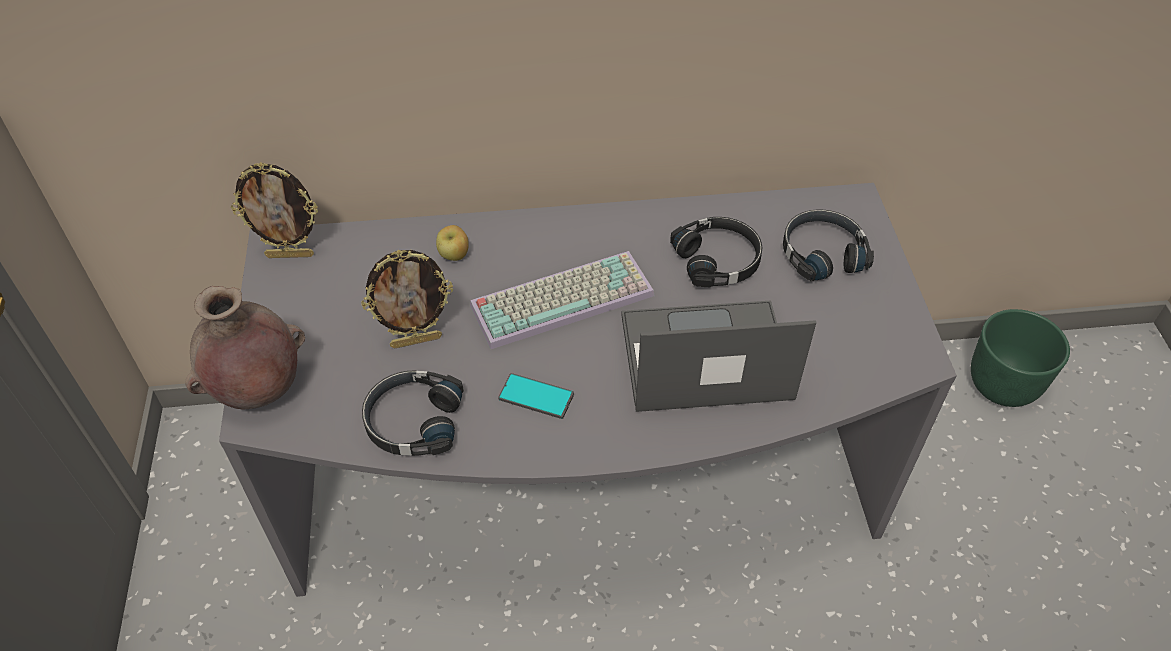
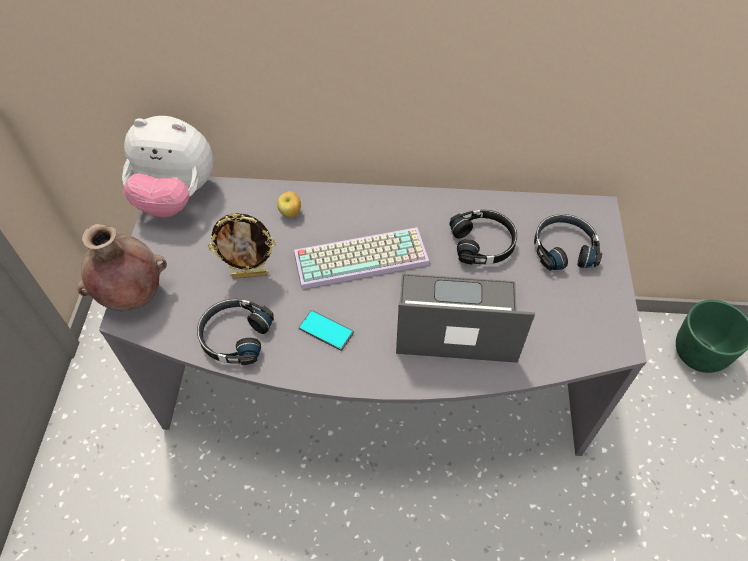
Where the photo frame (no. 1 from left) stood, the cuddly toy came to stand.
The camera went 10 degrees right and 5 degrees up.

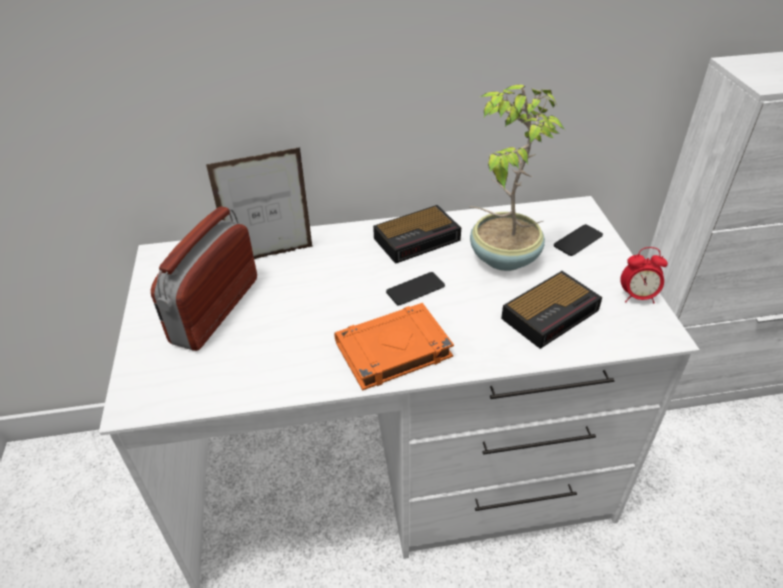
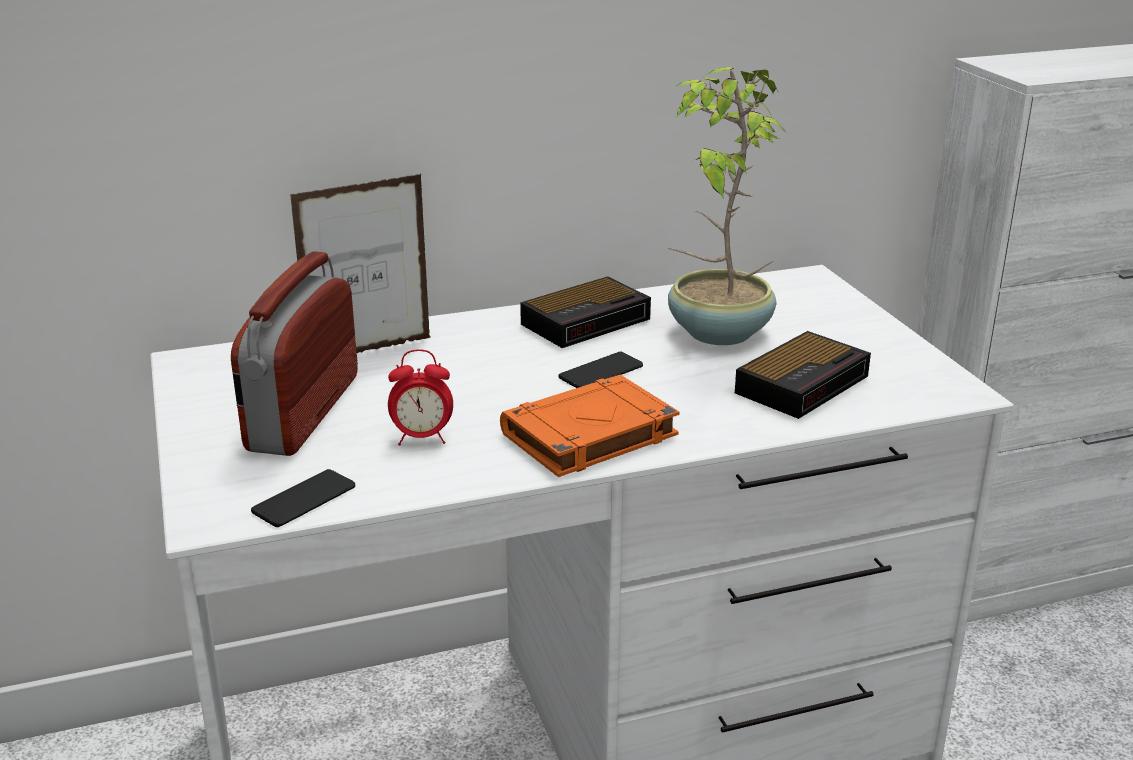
The handset (no. 2 from left in the first image) ended up elsewhere.
The table clock (no. 3 from left in the first image) ended up elsewhere.
The camera went 10 degrees left and 15 degrees down.

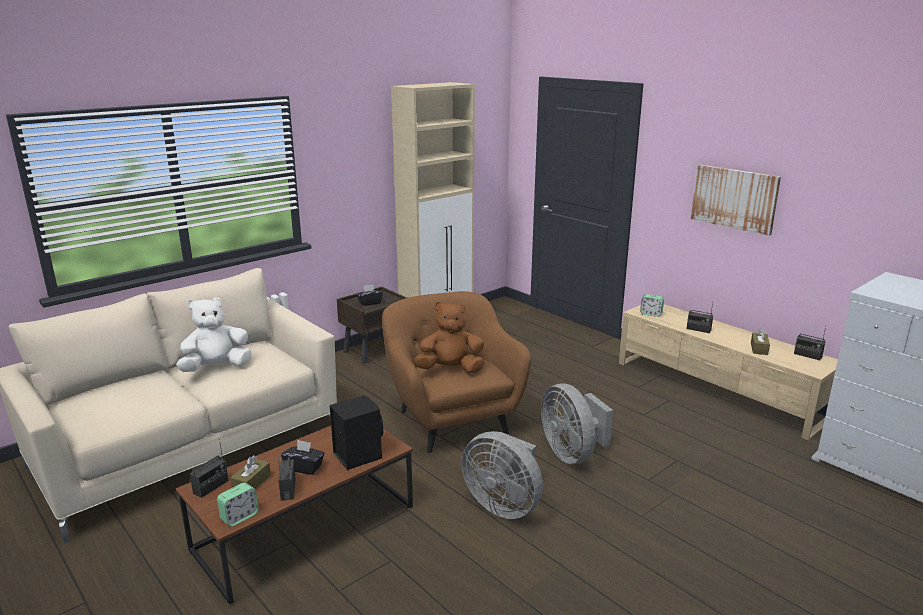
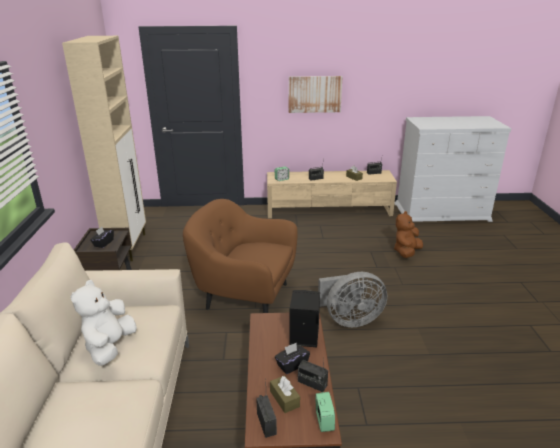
The second view lost the cooling fan (gray) (no. 2 from left).
The cuddly toy (brown) ended up elsewhere.
The camera went 50 degrees left and 5 degrees up.

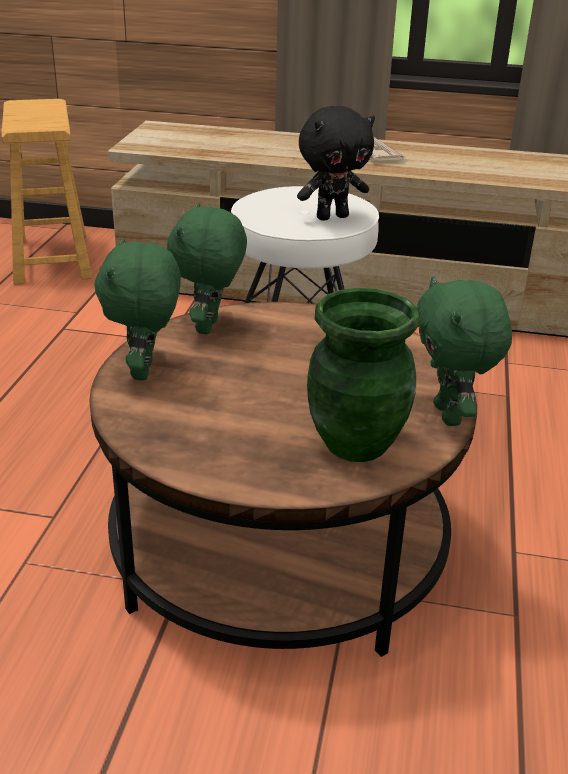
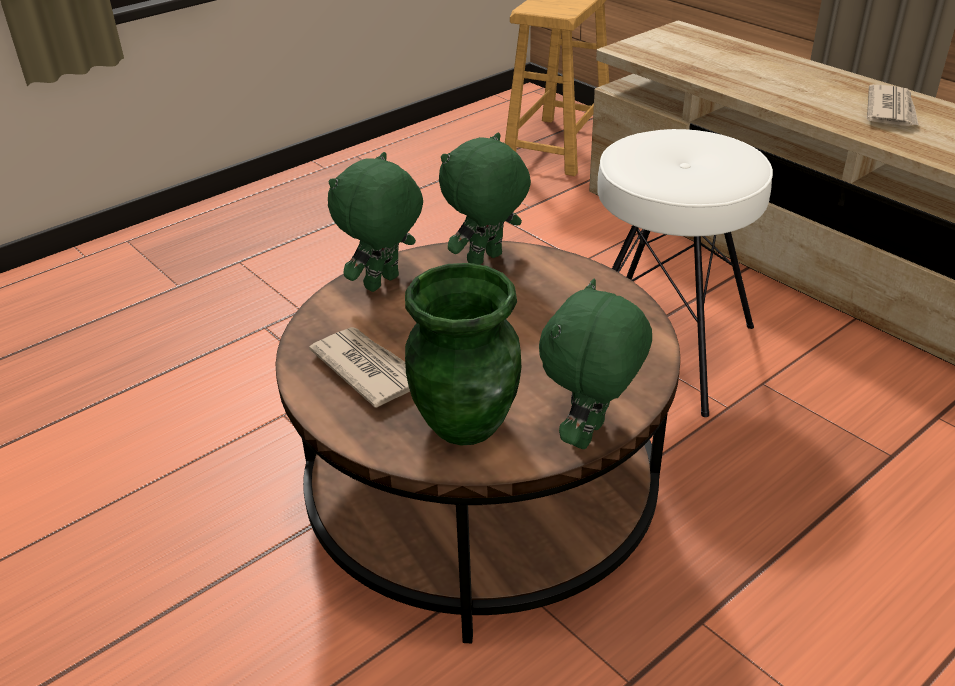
The second view lost the cuddly toy (black-coloured).
The second view gained the newspaper (no. 1 from left).
The camera went 40 degrees right and 5 degrees up.

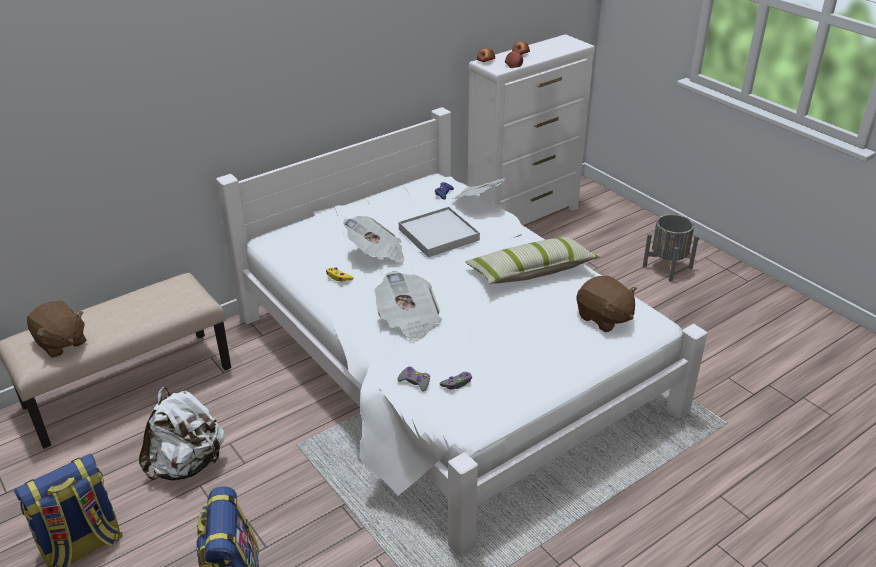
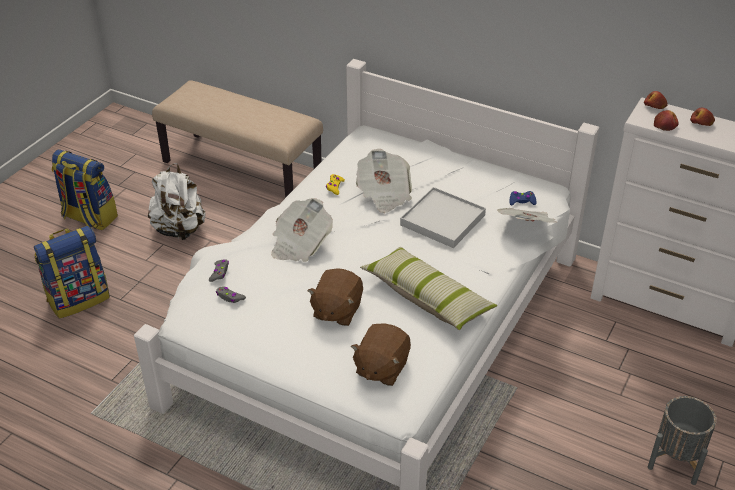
The cuddly toy (brown) (no. 1 from left) ended up elsewhere.
The camera went 65 degrees right and 5 degrees up.

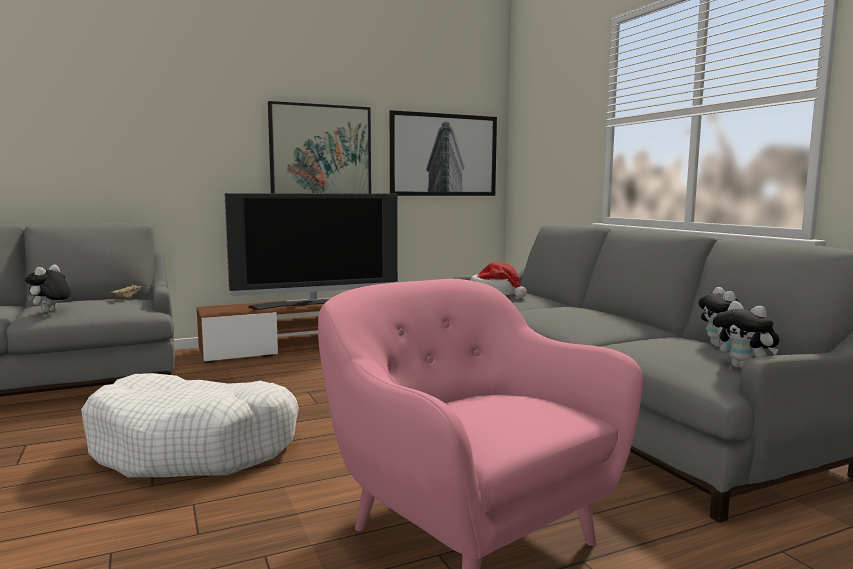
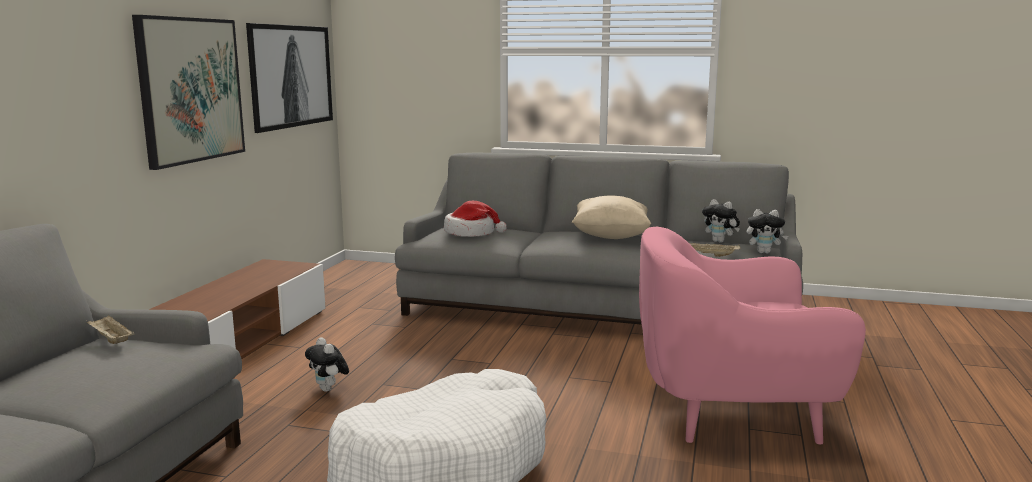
The second view lost the TV.
The second view gained the cushion (sand-coloured).
The second view gained the carrying tray (sand-coloured) (no. 2 from left).
The cuddly toy (no. 1 from left) ended up elsewhere.
The camera went 50 degrees left and 5 degrees up.

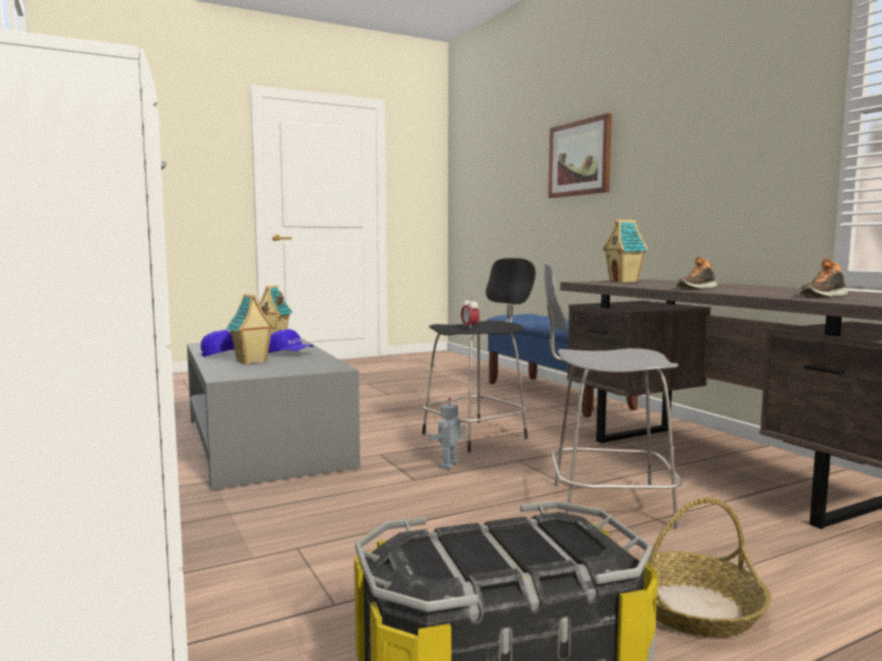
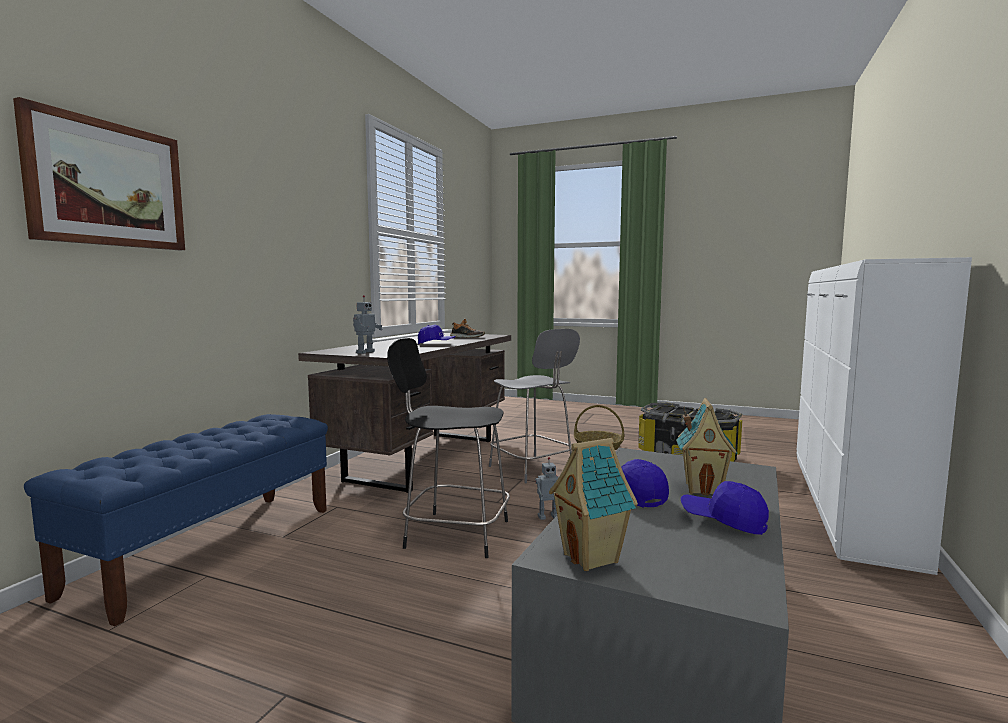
The second view lost the table clock.
Where the toy house (no. 3 from left) stood, the toy robot (no. 1 from left) came to stand.
Where the low shoe (no. 1 from left) stood, the cap (blue) (no. 1 from left) came to stand.
The camera went 130 degrees left and 0 degrees up.

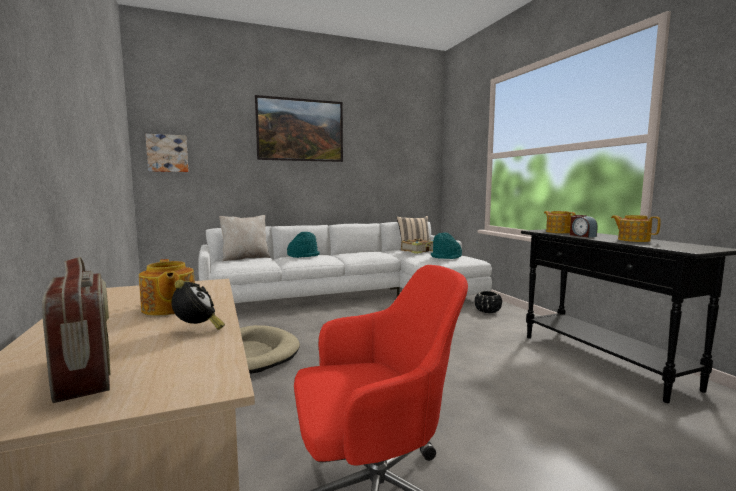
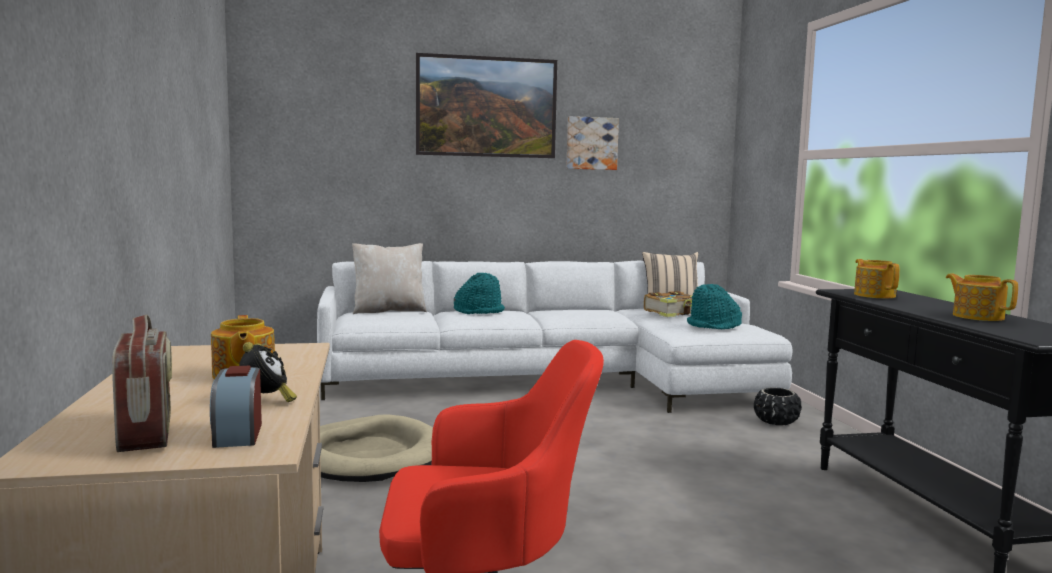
The wall picture (no. 1 from left in the first image) ended up elsewhere.
The table clock (no. 2 from left in the first image) ended up elsewhere.
The camera went 10 degrees right and 0 degrees up.

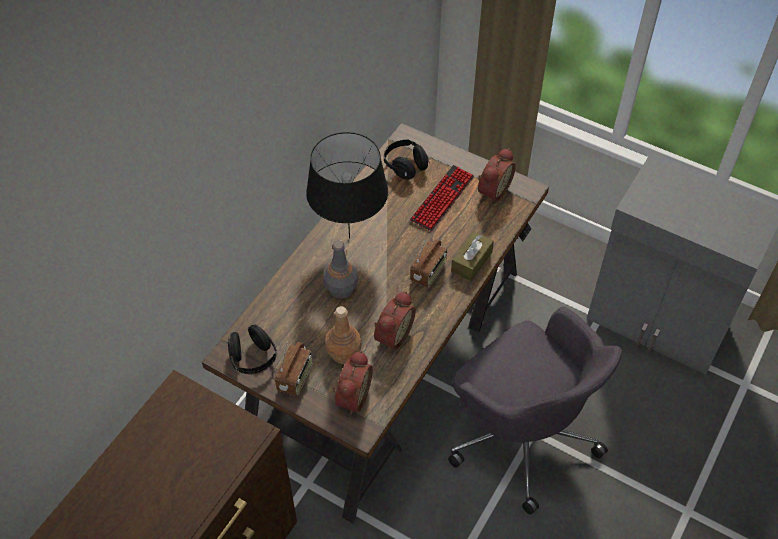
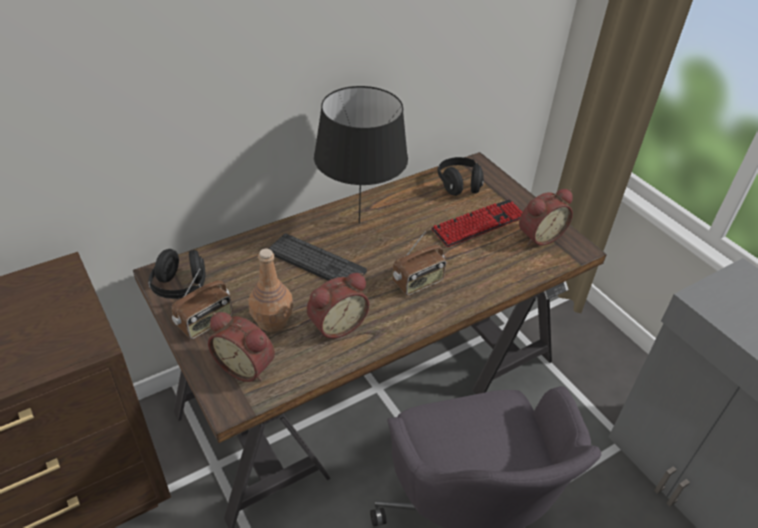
The second view lost the tissue holder (brown).
Where the bottle (gray) stood, the computer keyboard (no. 1 from left) came to stand.
The table clock (no. 1 from left) ended up facing another way, 75 degrees clockwise from before.
The camera went 25 degrees right and 10 degrees down.

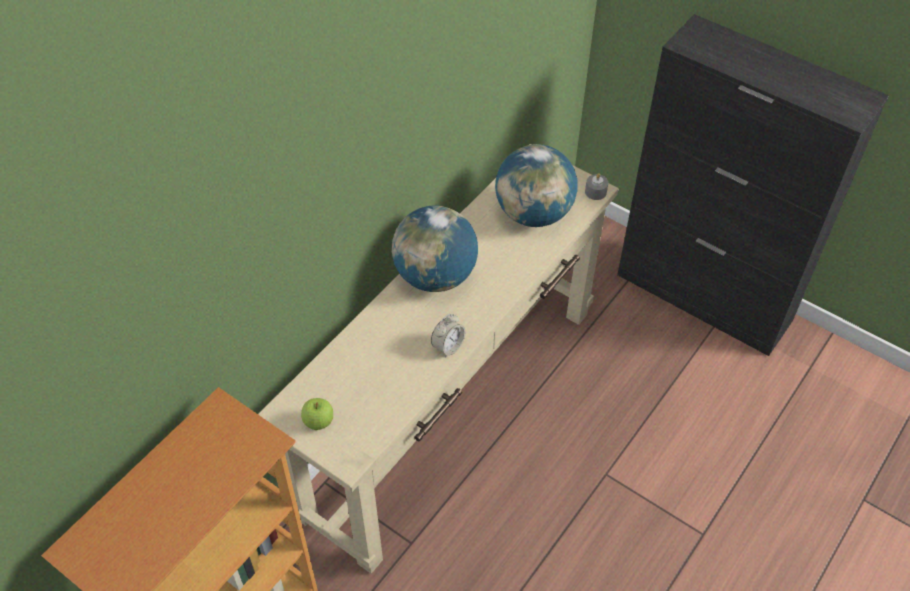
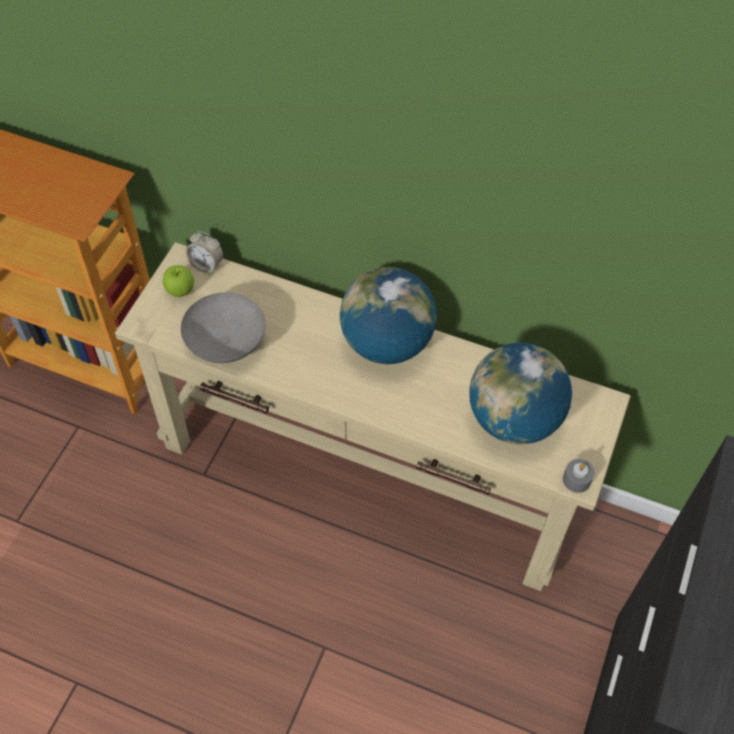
The second view gained the bowl (gray).
The table clock ended up elsewhere.
The camera went 75 degrees right and 5 degrees up.

